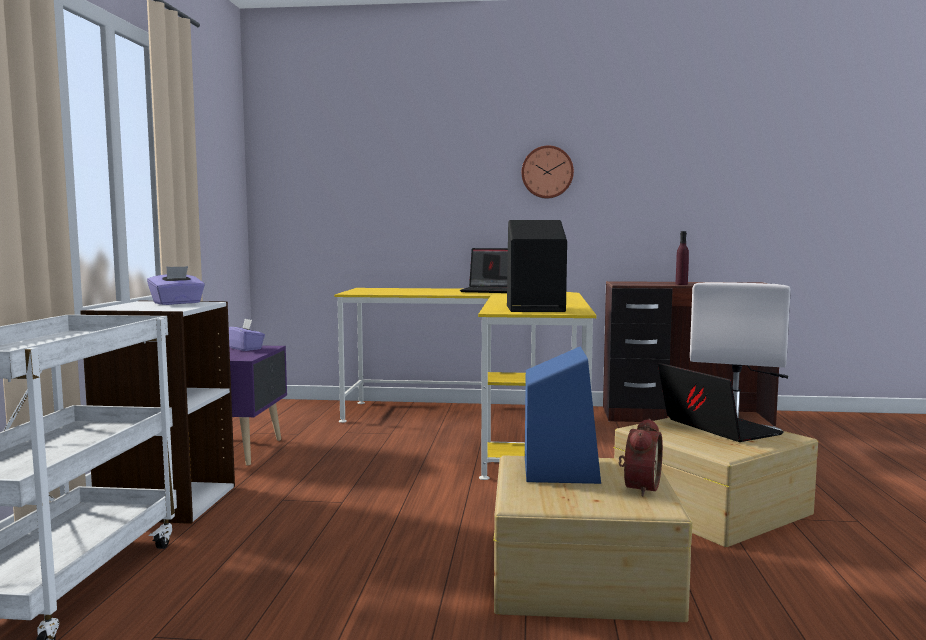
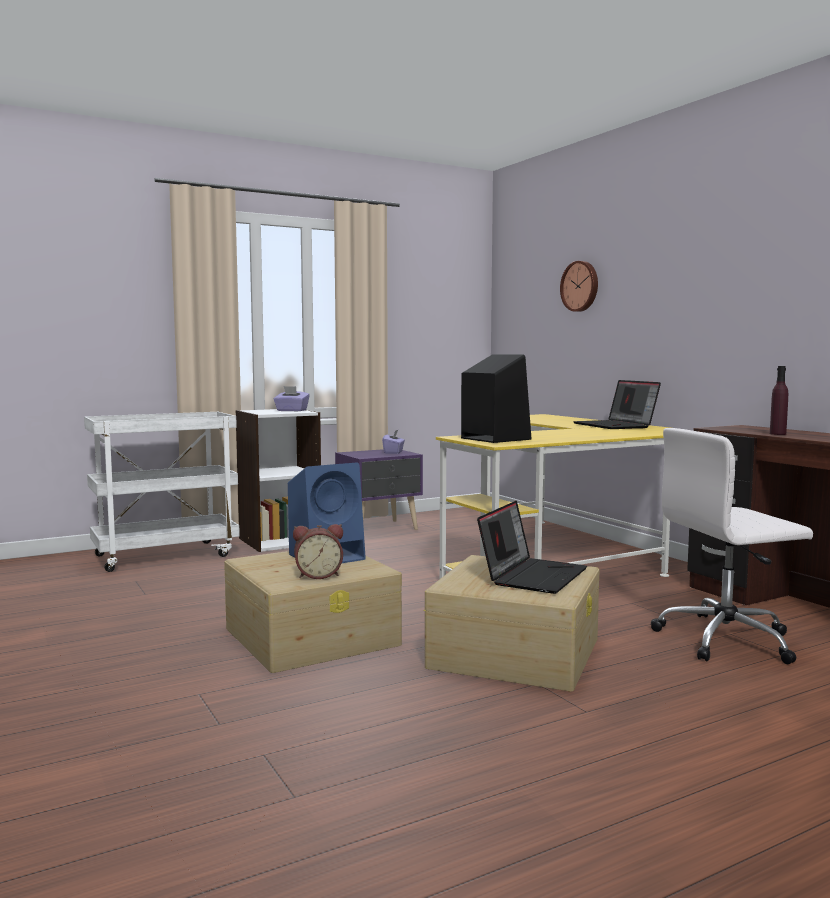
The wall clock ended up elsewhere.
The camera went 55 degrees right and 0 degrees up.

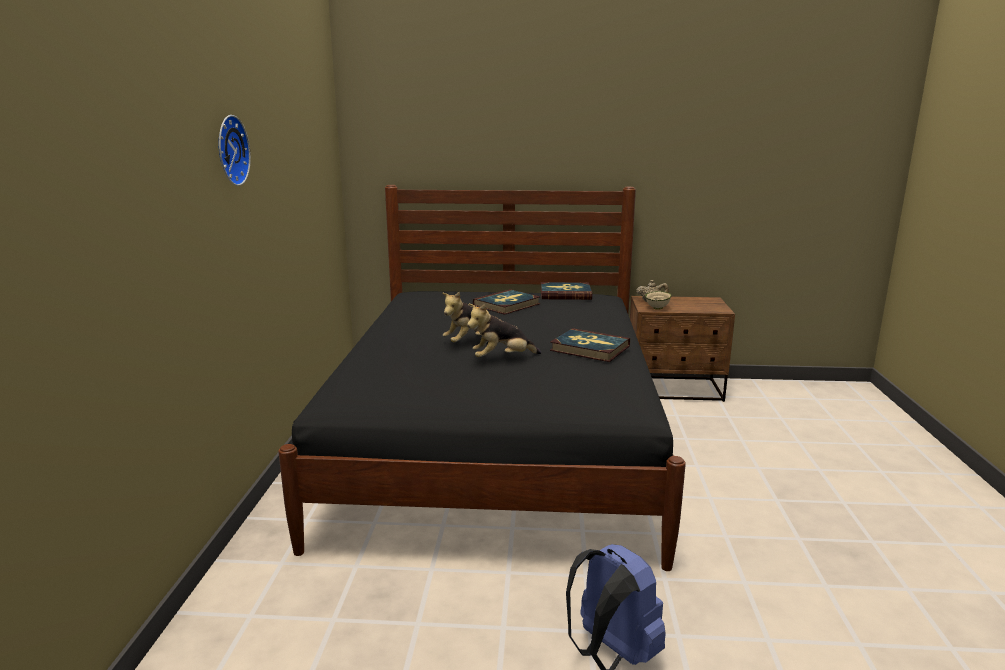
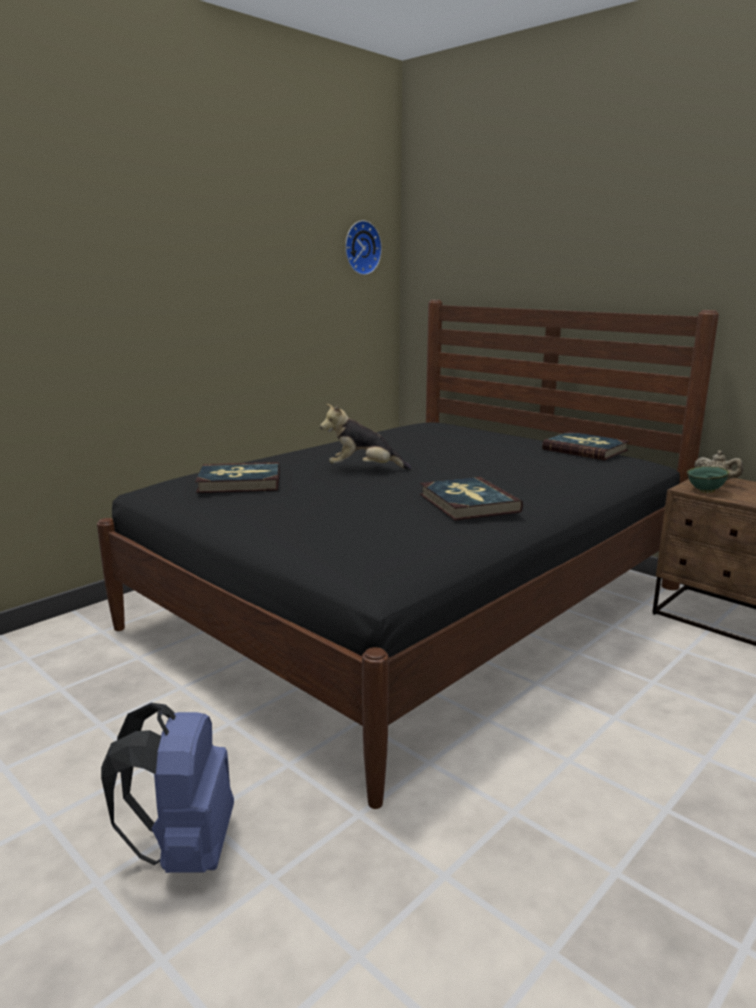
The second view lost the cuddly toy (no. 2 from left).
The wall clock ended up elsewhere.
The book (no. 1 from left) ended up elsewhere.
What was the bowl (sand-coloured) turned into the bowl (greenish).
The camera went 40 degrees right and 0 degrees up.

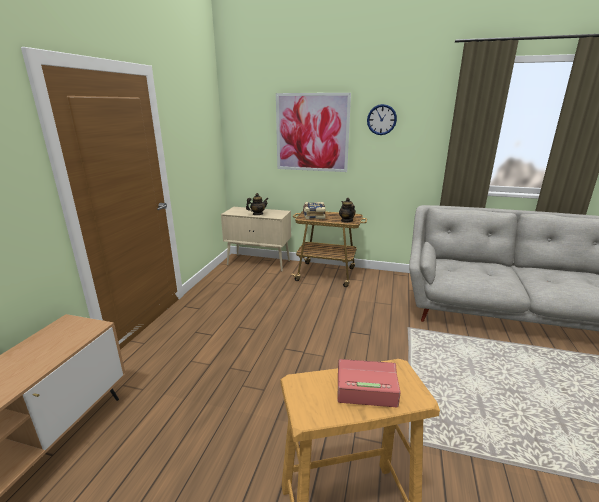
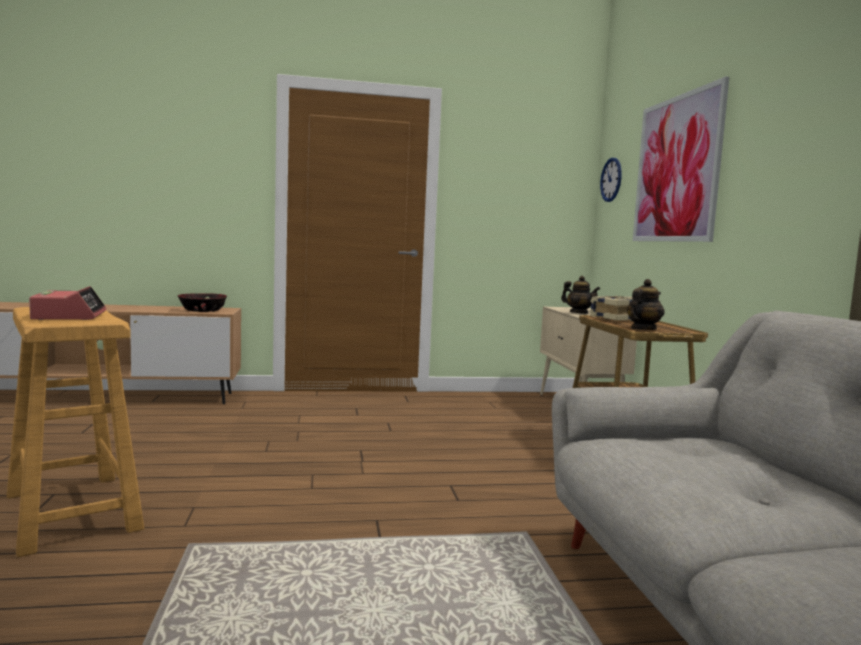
The second view gained the bowl.
The wall clock ended up elsewhere.
The camera went 65 degrees right and 15 degrees down.

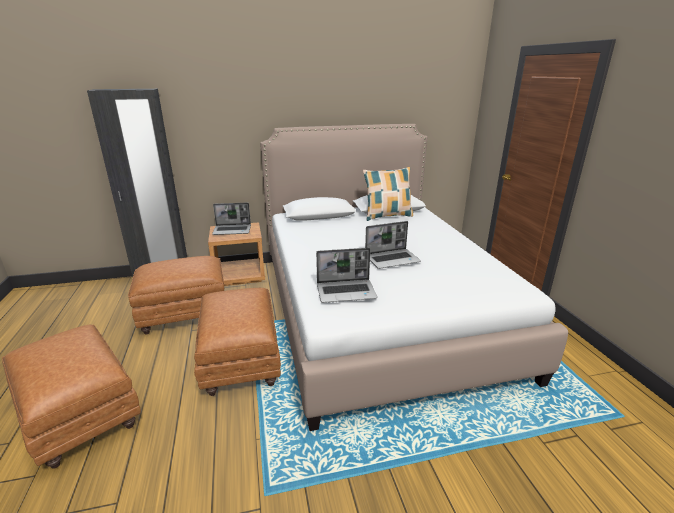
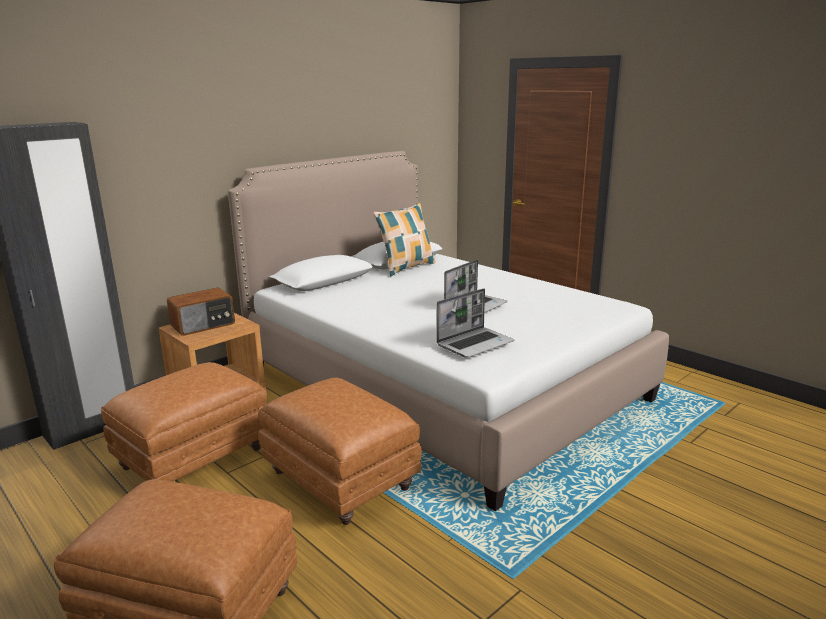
Where the notebook computer (no. 1 from left) stood, the radio set came to stand.
The camera went 30 degrees left and 5 degrees down.

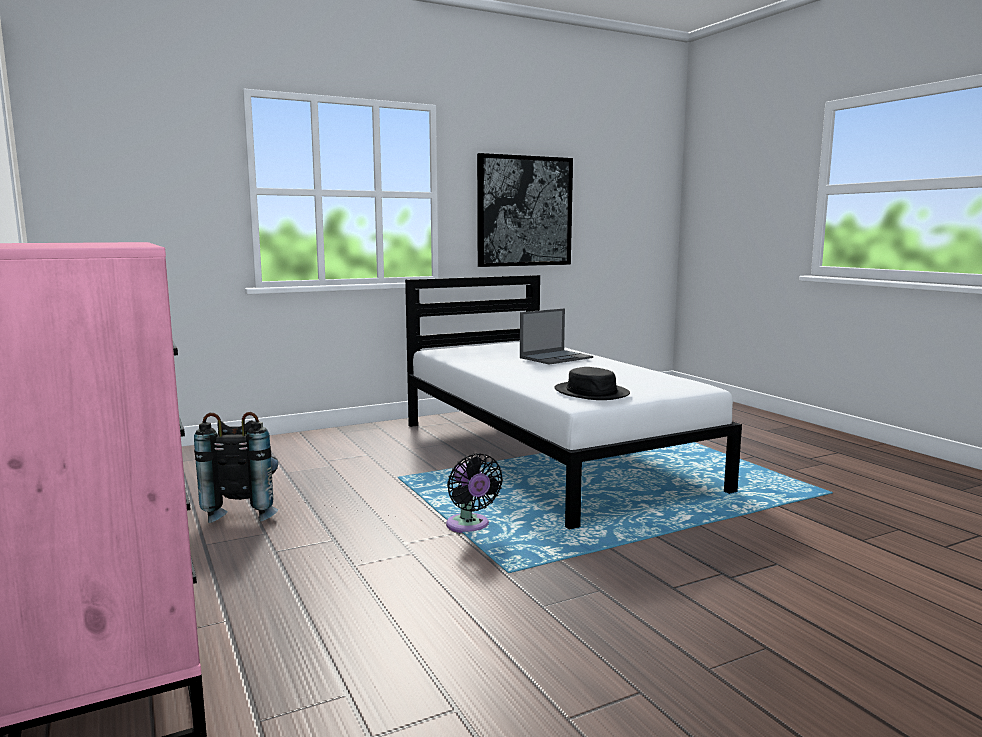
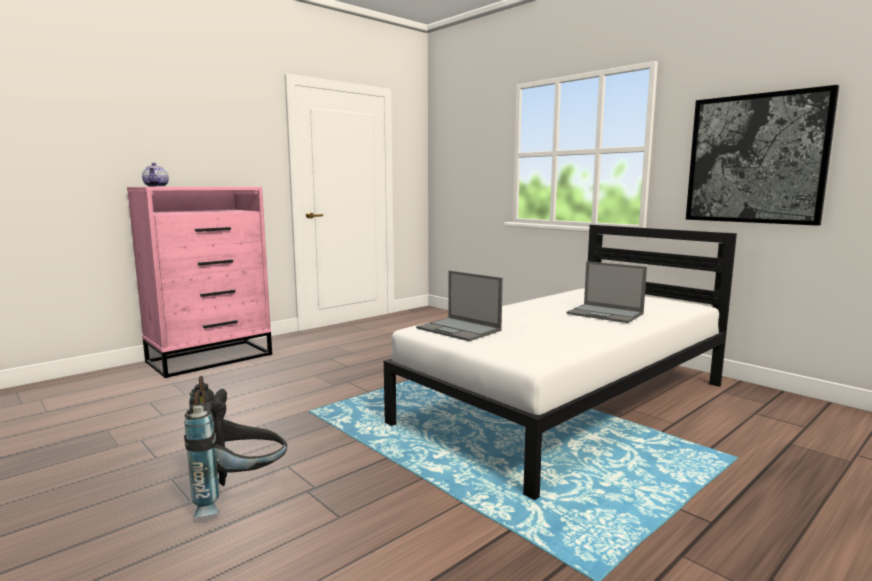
The second view lost the cooling fan (black-coloured).
The second view gained the tea pot.
The rucksack (black-coloured) ended up elsewhere.
Where the clothing hat (black-coloured) stood, the notebook computer (no. 1 from left) came to stand.
The camera went 75 degrees right and 0 degrees up.

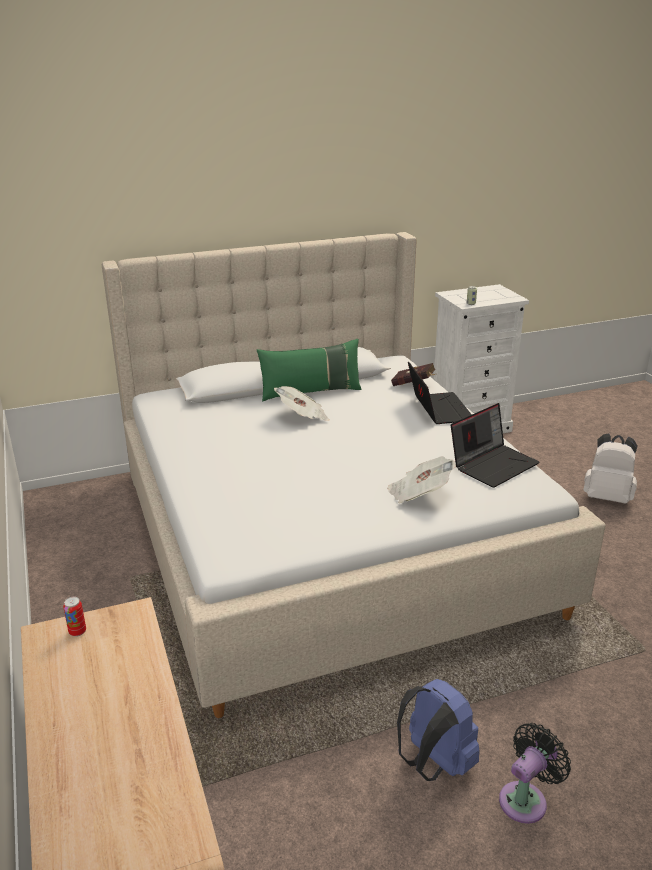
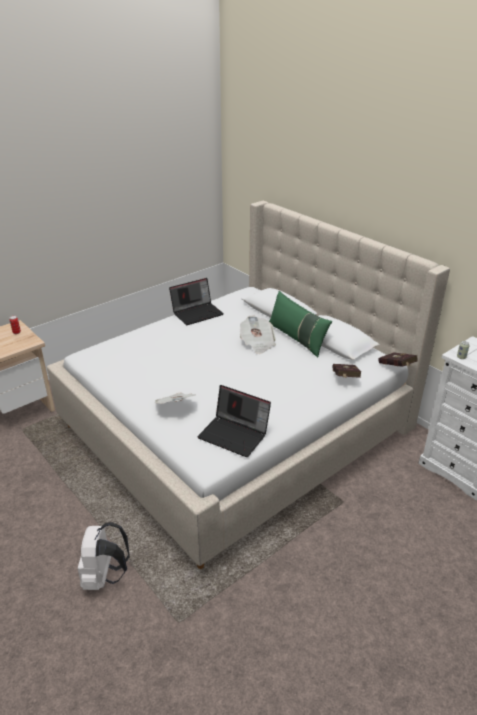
The second view lost the rucksack (blue).
The second view lost the cooling fan (black-coloured).
The second view gained the book (red) (no. 2 from left).
The notebook computer (no. 1 from left) ended up elsewhere.
The rucksack (whitish) ended up elsewhere.
The camera went 70 degrees right and 5 degrees up.

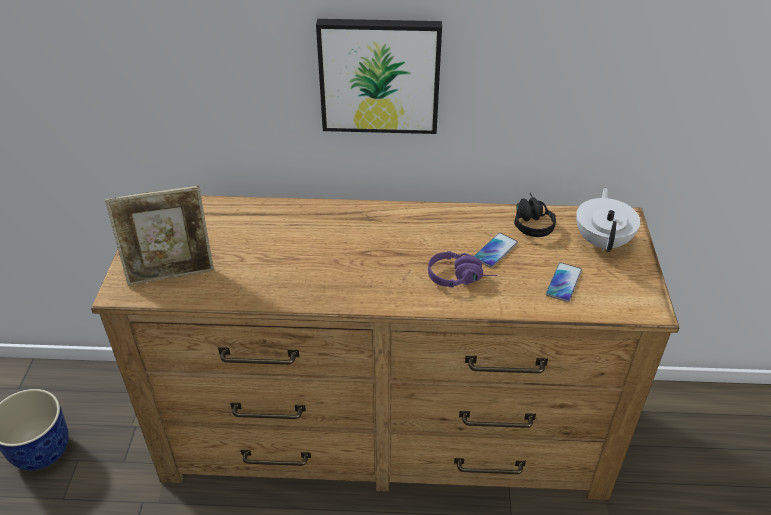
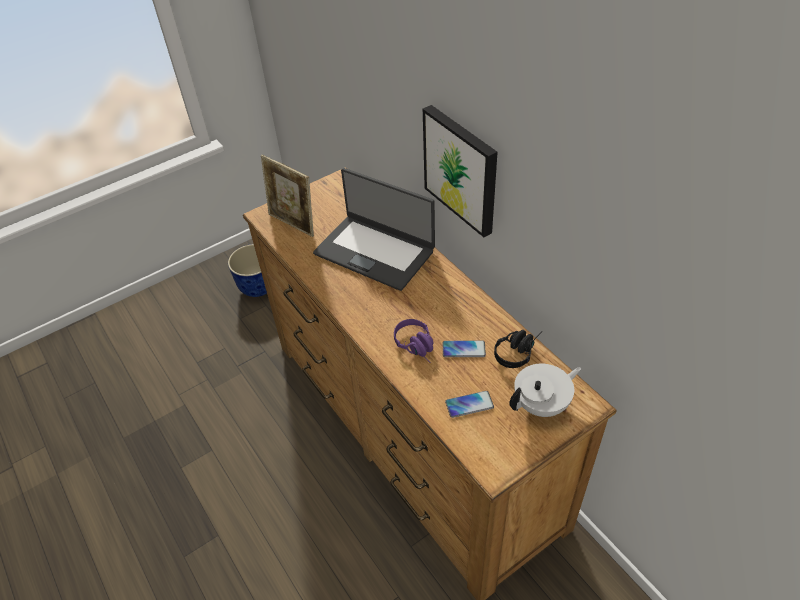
The second view gained the notebook computer.
The camera went 55 degrees right and 5 degrees up.

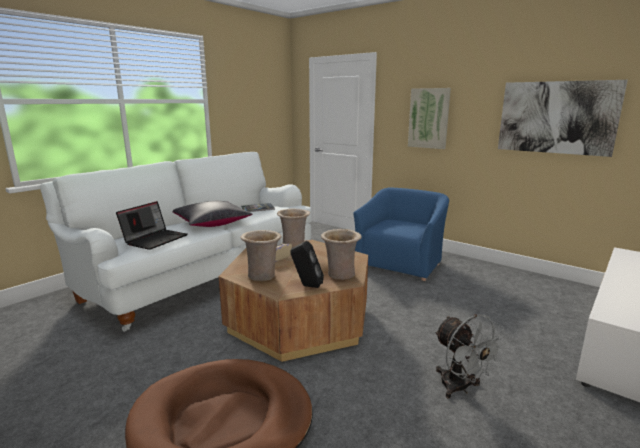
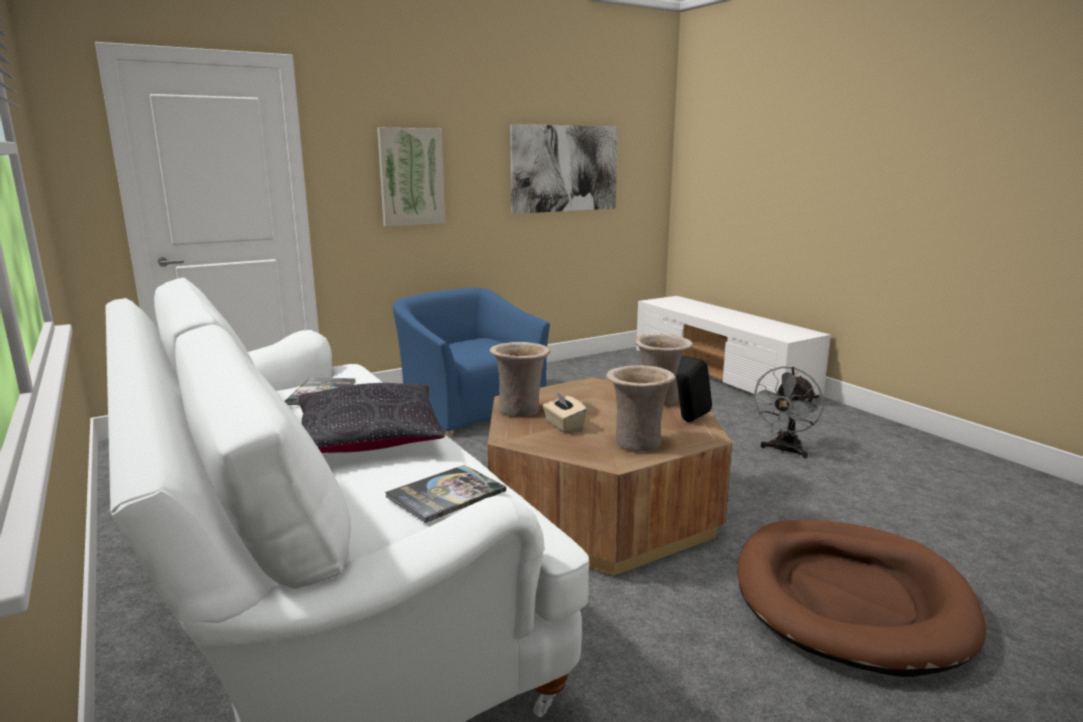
Where the notebook computer stood, the book (no. 2 from left) came to stand.
The cooling fan (gray) ended up facing another way, 135 degrees clockwise from before.
The camera went 70 degrees left and 0 degrees up.

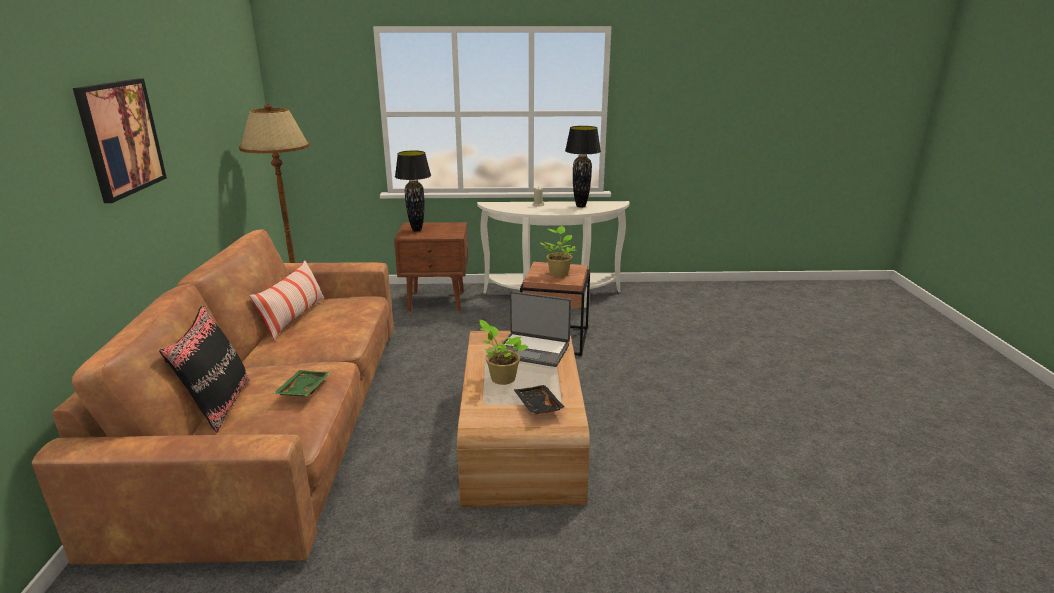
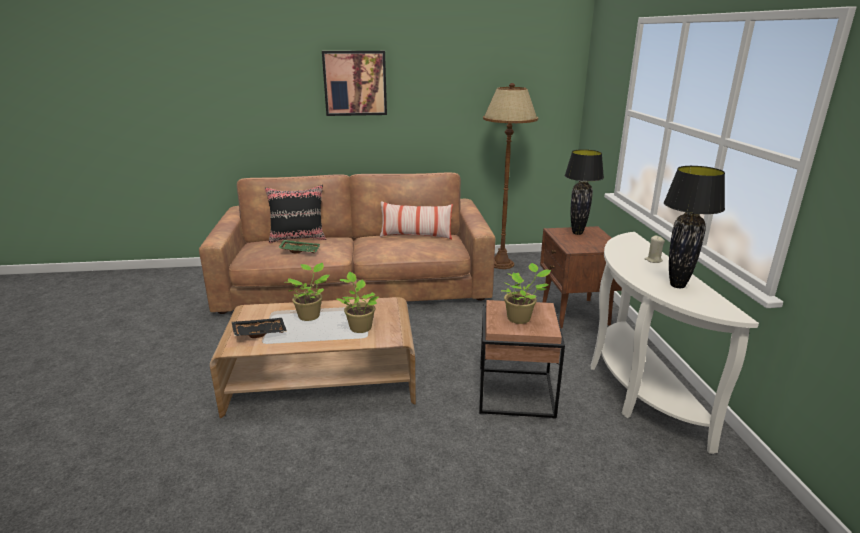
Where the notebook computer stood, the plant in a pot (no. 2 from left) came to stand.
The camera went 85 degrees right and 0 degrees up.

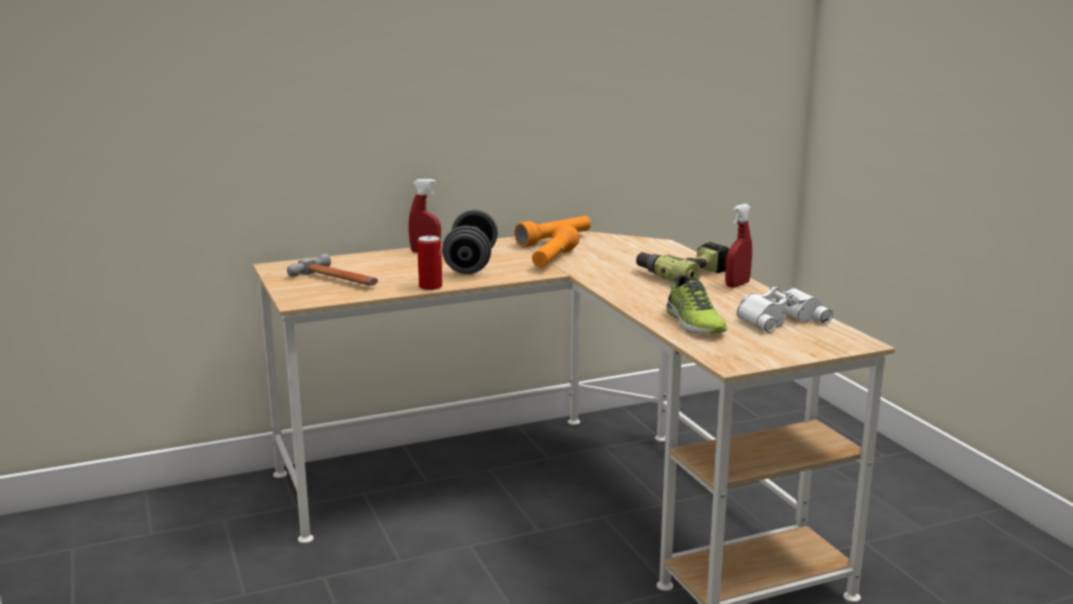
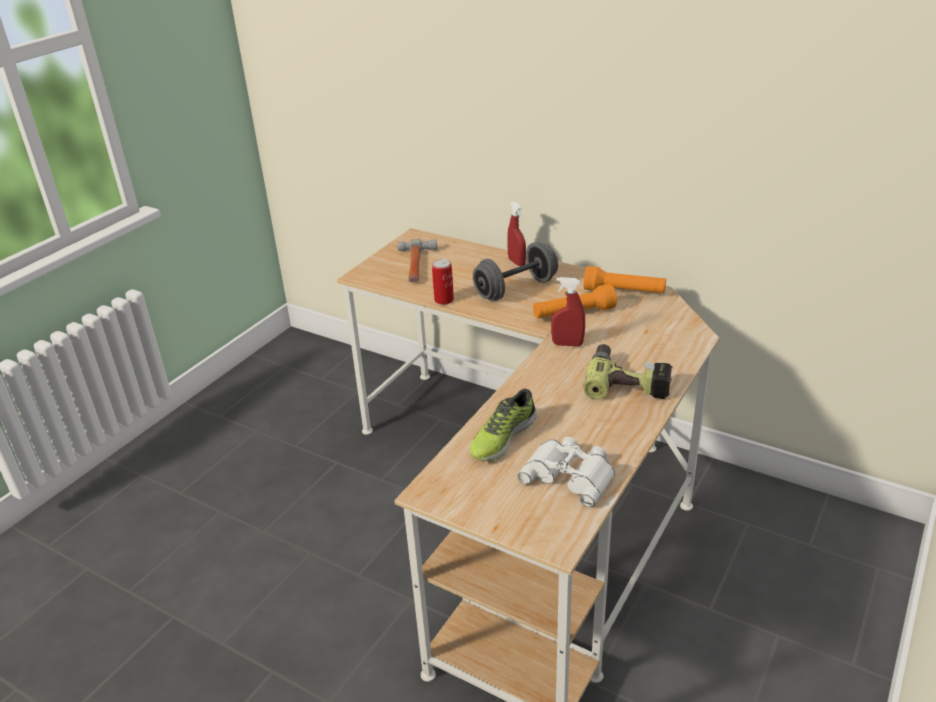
The spray bottle (red) (no. 2 from left) ended up elsewhere.
The camera went 55 degrees right and 15 degrees up.

